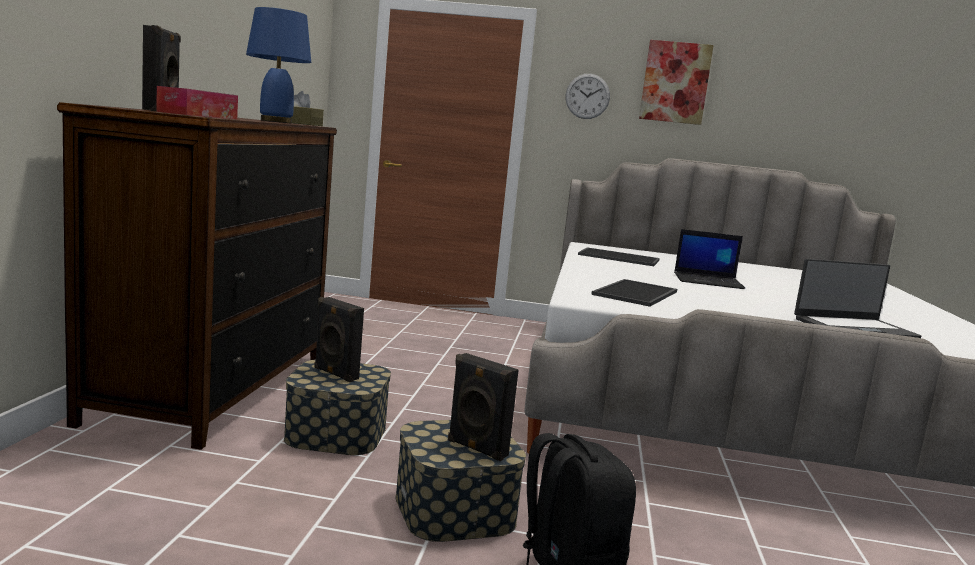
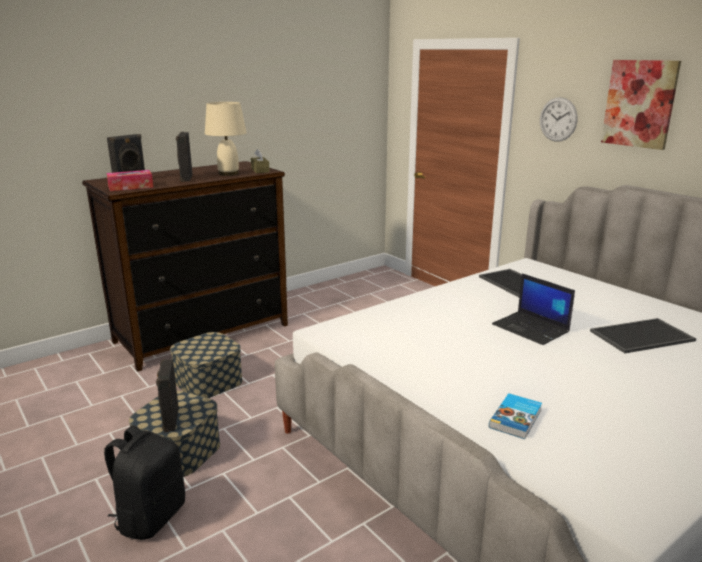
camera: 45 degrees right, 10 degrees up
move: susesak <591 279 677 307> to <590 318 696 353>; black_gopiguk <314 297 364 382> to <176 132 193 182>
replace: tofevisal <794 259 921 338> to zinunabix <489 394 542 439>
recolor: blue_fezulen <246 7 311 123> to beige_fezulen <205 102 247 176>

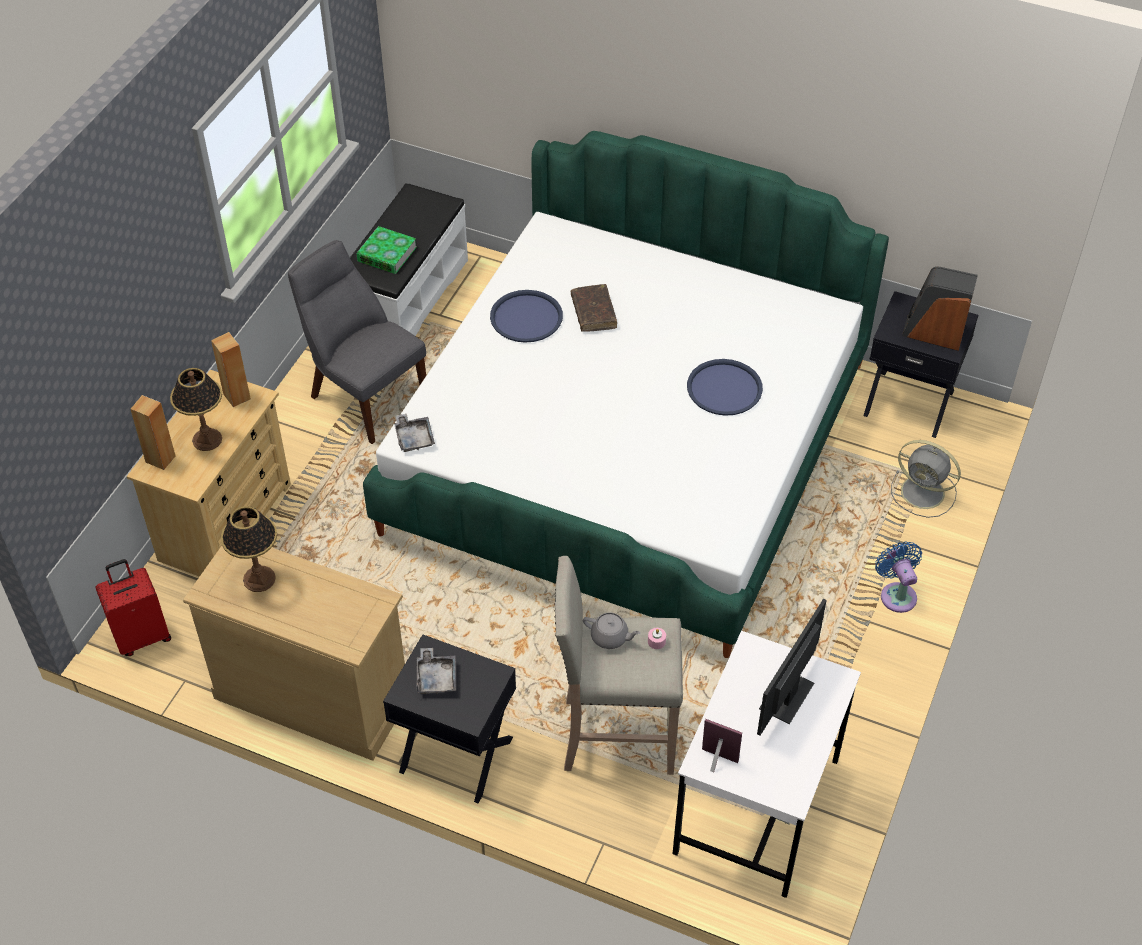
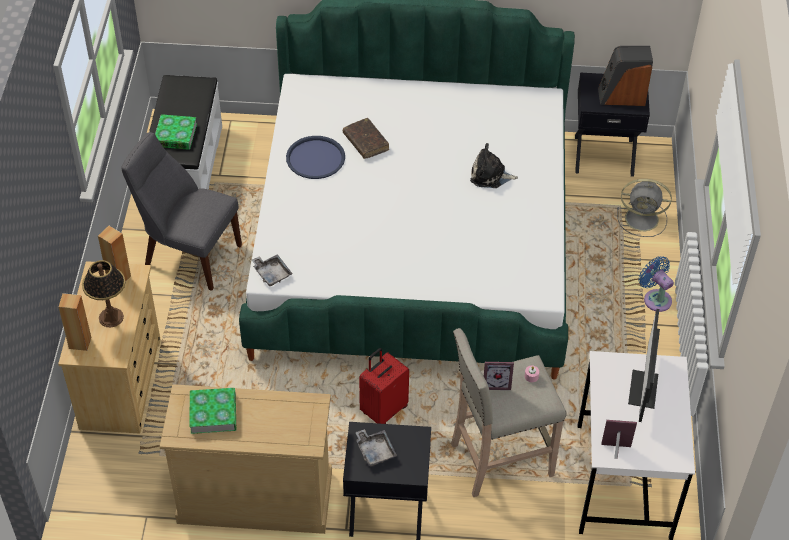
camera: 20 degrees left, 0 degrees up
move: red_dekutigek <95 559 171 656> to <359 348 409 424>
replace: blue_susesak <687 359 763 416> to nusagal <470 143 518 188>; fezulen <221 506 277 592> to zinunabix <190 388 236 434>; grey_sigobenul <583 613 641 649> to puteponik <484 362 514 390>

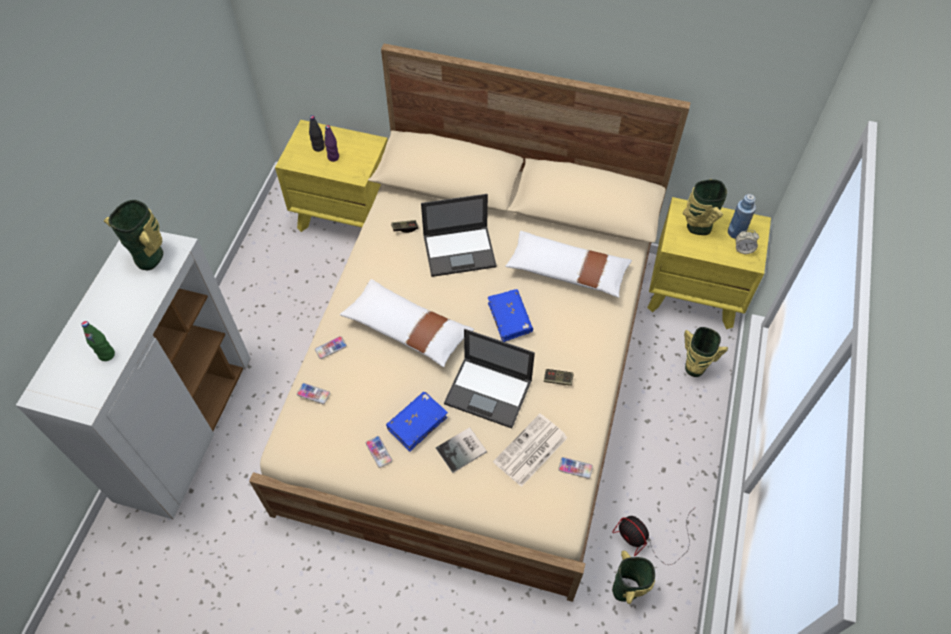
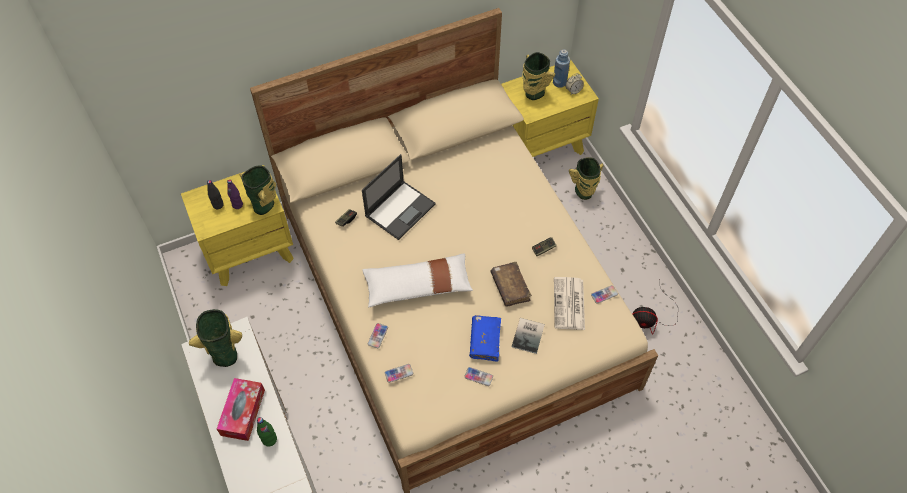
camera: 40 degrees left, 0 degrees up
delete: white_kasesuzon <505 231 632 298>; blue_zinunabix <488 289 533 342>
insert: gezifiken <217 378 265 441>
move: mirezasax <612 551 655 604> to <239 165 276 215>
replace: tofevisal <444 329 535 429> to brown_zinunabix <490 262 532 307>

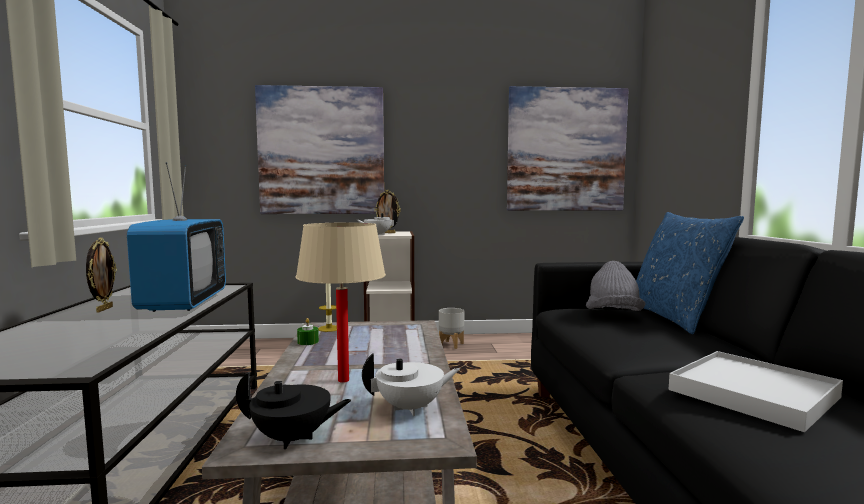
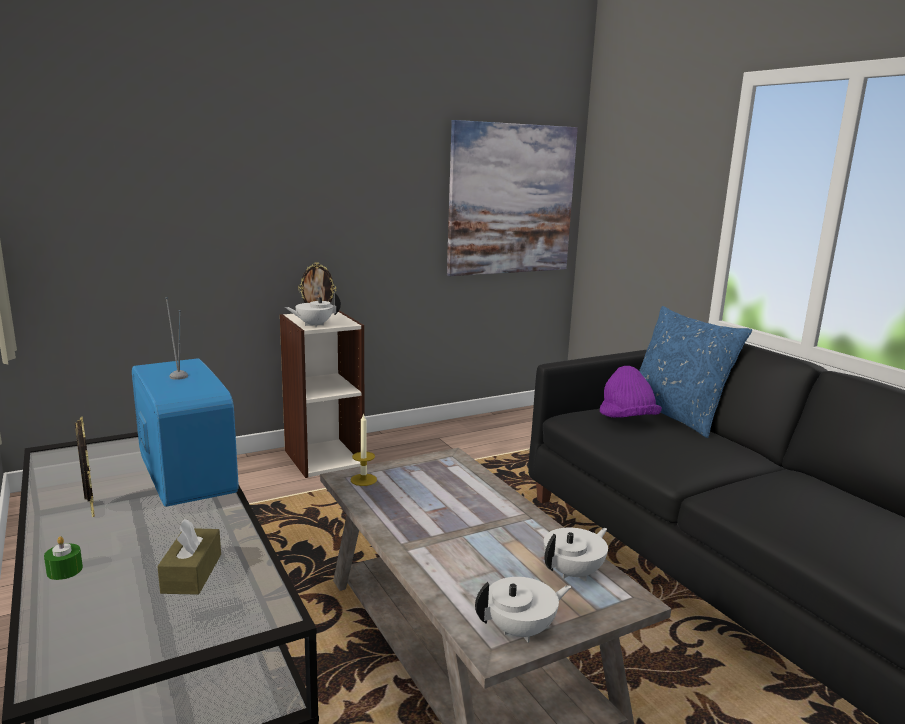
camera: 25 degrees left, 10 degrees up
delete: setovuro <255 85 384 214>; beige_fezulen <296 222 386 383>; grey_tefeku <439 308 464 349>; white_susesak <669 351 843 432>
insert: brown_gezifiken <157 519 221 595>
move: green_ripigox <297 318 319 345> to <44 536 83 580>
recolor: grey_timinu <586 261 645 311> to purple_timinu <600 366 662 418>; black_sigobenul <236 372 352 449> to white_sigobenul <475 577 571 643>

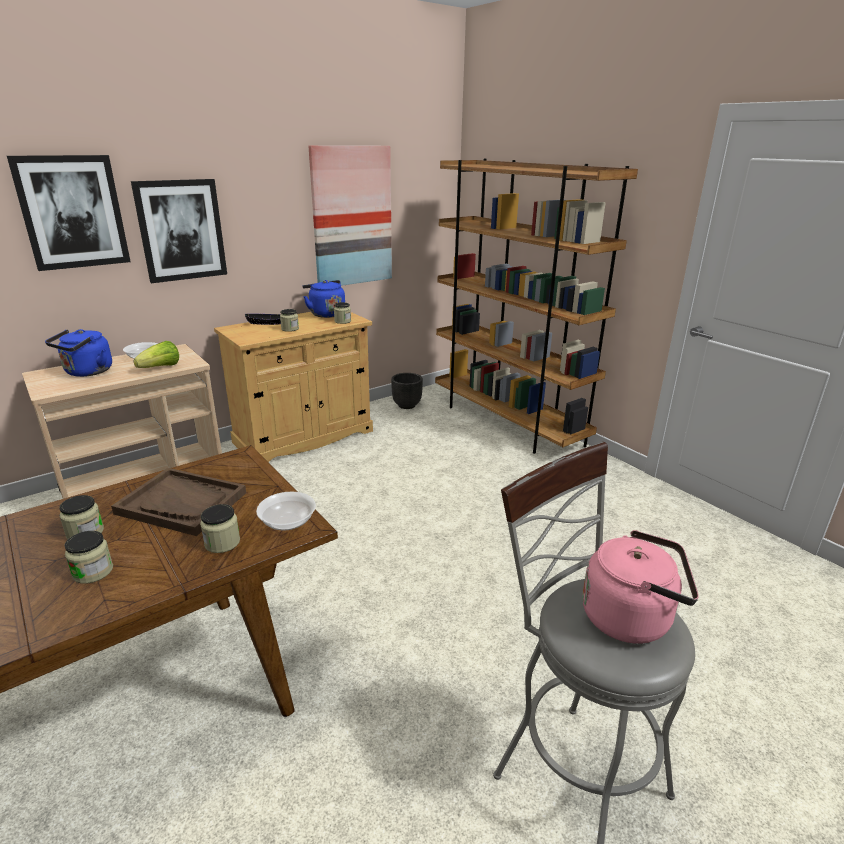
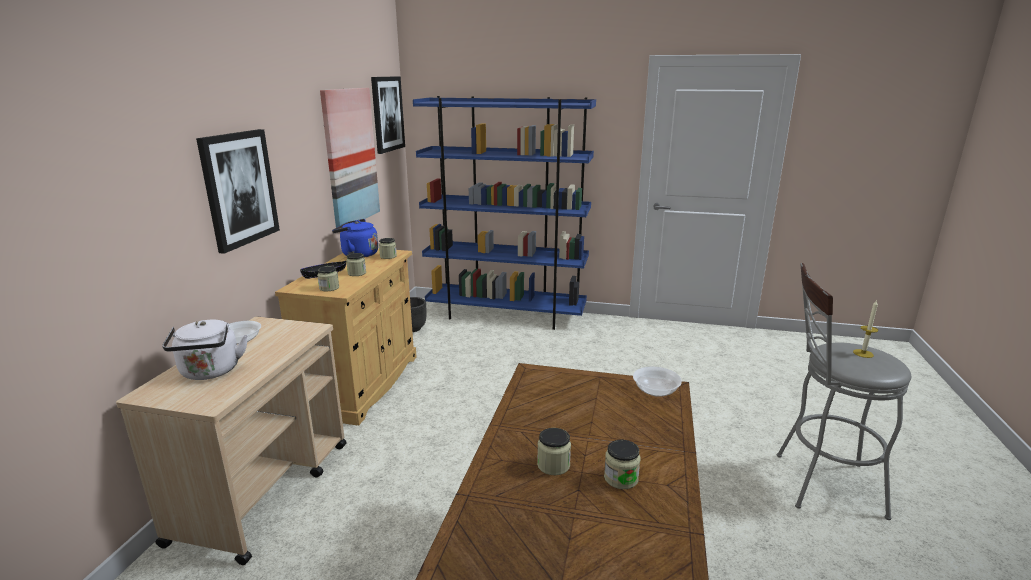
camera: 40 degrees left, 5 degrees down
delete: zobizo <134 341 179 368>; brown_susesak <111 468 246 536>
move: setovuro <7 155 131 271> to <371 76 405 154>; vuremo <200 504 240 553> to <317 266 339 291>
replace: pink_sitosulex <582 530 699 644> to ripigox <853 300 878 358>
recolor: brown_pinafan <435 159 638 454> to blue_pinafan <413 96 596 330>; blue_sitosulex <45 329 112 377> to white_sitosulex <162 320 248 380>

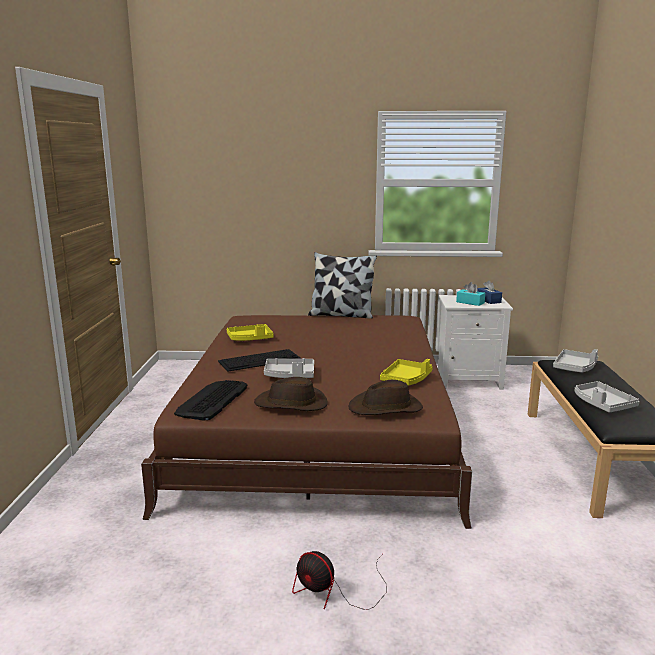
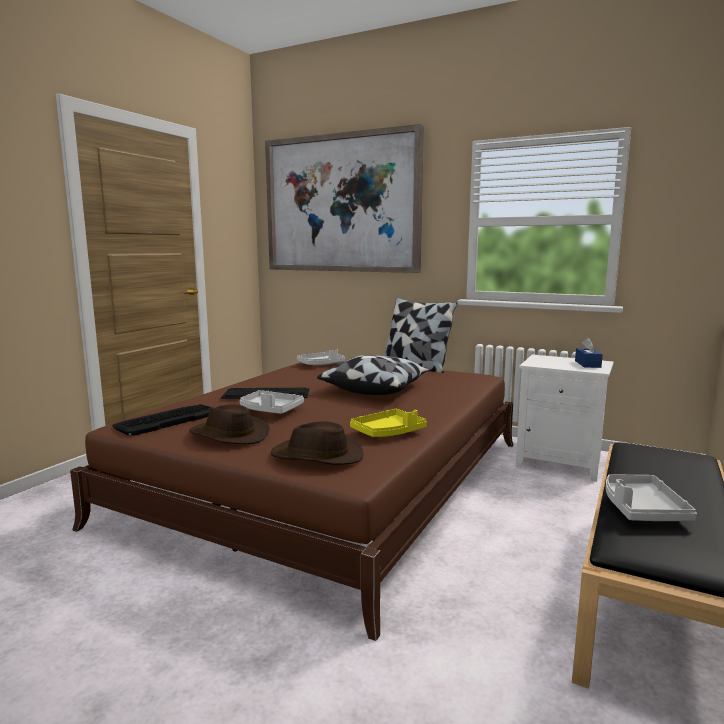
camera: 25 degrees right, 5 degrees down
delete: turquoise_gezifiken <456 282 485 306>; yellow_susesak <227 324 274 341>; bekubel <292 551 387 610>
insert: setovuro <265 124 424 273>; kasesuzon <317 355 430 395>
move: grey_susesak <553 349 598 373> to <297 350 345 365>

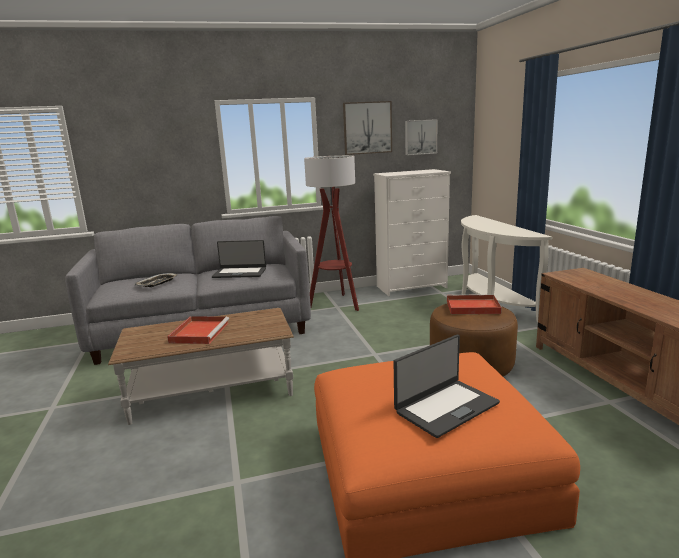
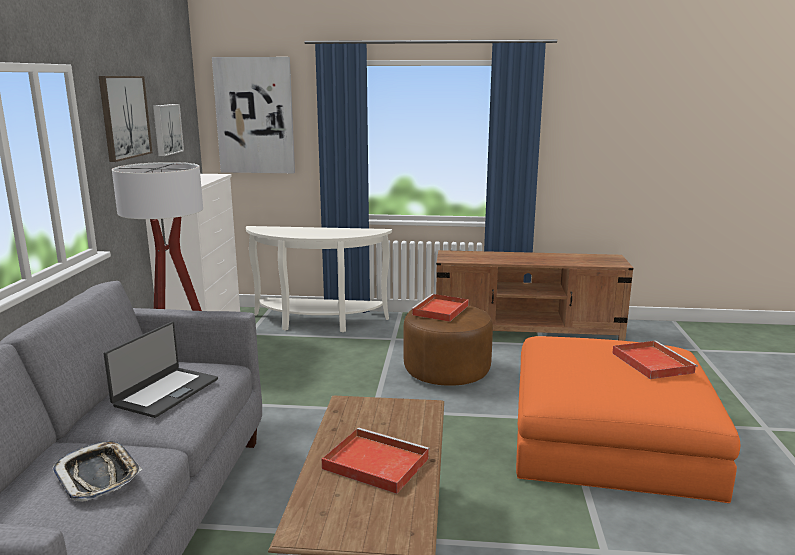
camera: 70 degrees left, 0 degrees up
insert: setovuro <212 57 295 173>
replace: tofevisal <394 335 500 438> to red_susesak <612 341 698 379>

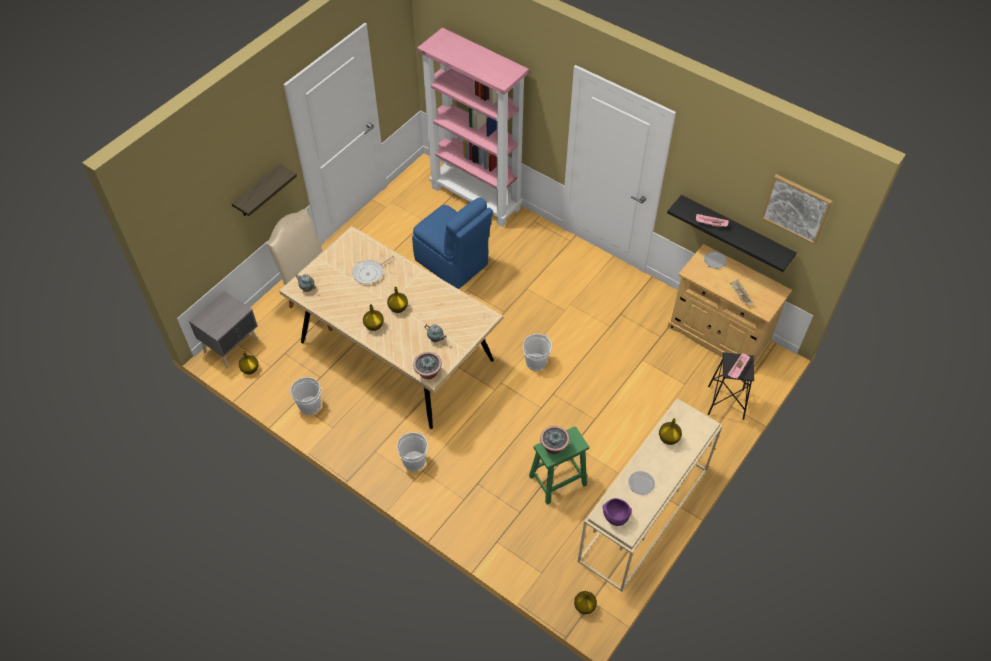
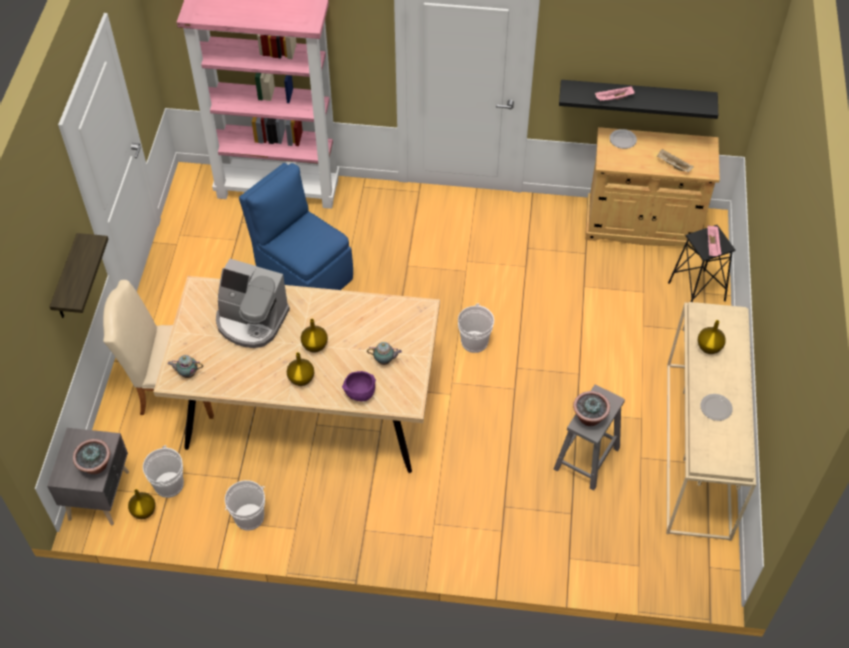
camera: 30 degrees left, 0 degrees up
delete: setovuro <761 174 833 245>; yellow_mirezasax <574 591 597 614>
move: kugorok <413 352 442 379> to <73 439 110 474>; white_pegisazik <397 432 428 471> to <143 445 184 498>; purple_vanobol <602 498 632 526> to <342 371 376 401>
replace: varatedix <352 256 394 284> to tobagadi <216 259 290 348>
recolor: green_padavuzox <529 426 589 505> to grey_padavuzox <553 385 625 490>
rotate: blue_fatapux <412 197 493 289> = <239 163 353 290> 150 degrees counterclockwise

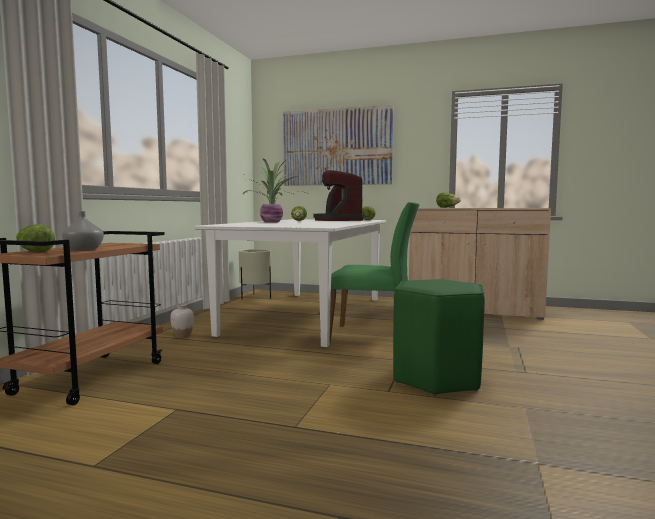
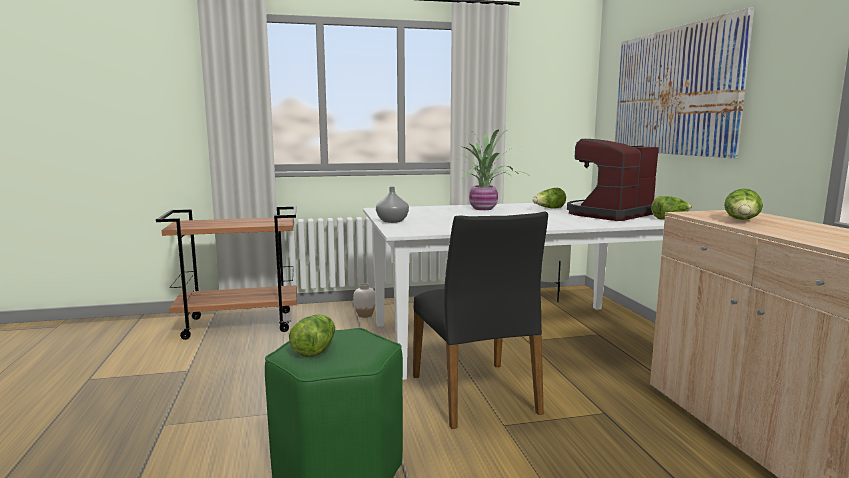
camera: 60 degrees right, 5 degrees up
move: grey_mirezasax <62 211 104 251> to <376 187 409 223>; zobizo <16 224 55 253> to <289 314 335 357>
recolor: green_fatapux <329 202 419 344> to black_fatapux <413 211 548 429>

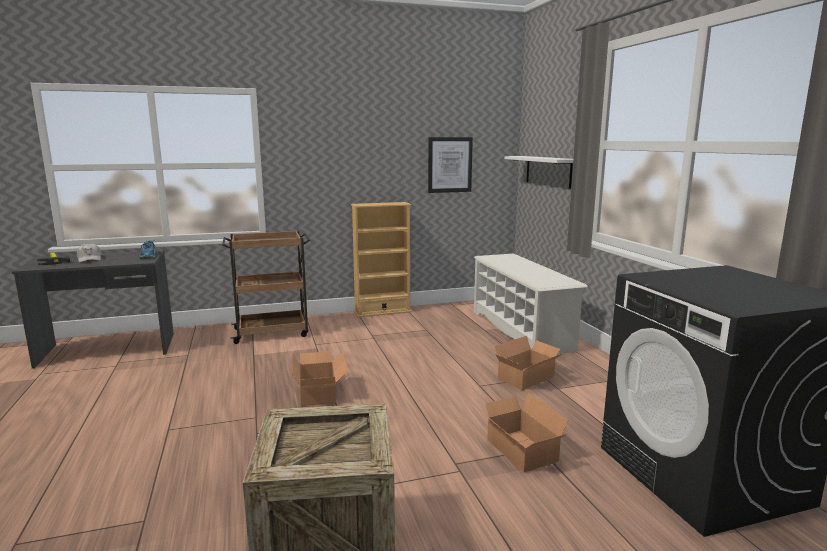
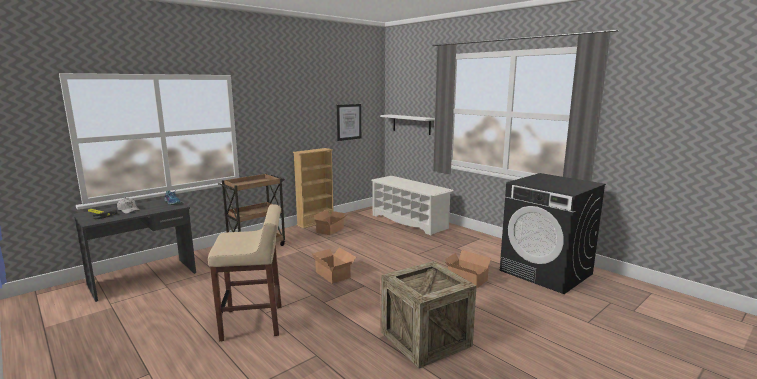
camera: 25 degrees left, 0 degrees up
insert: beige_padavuzox <208 204 282 341>
move: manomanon <495 336 564 390> to <313 210 348 235>

